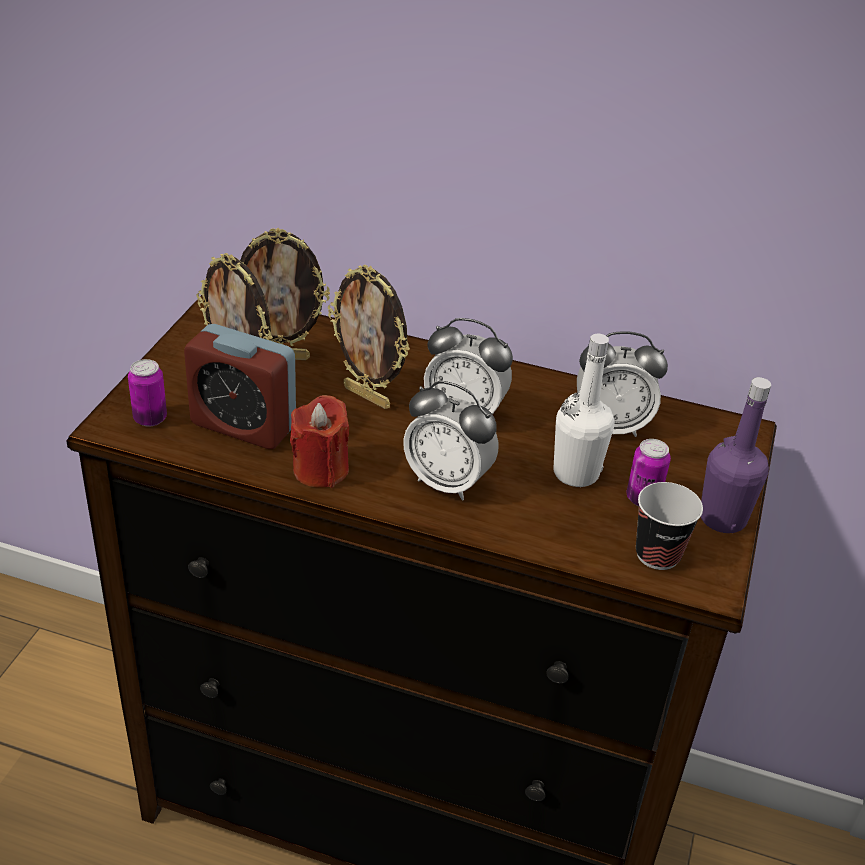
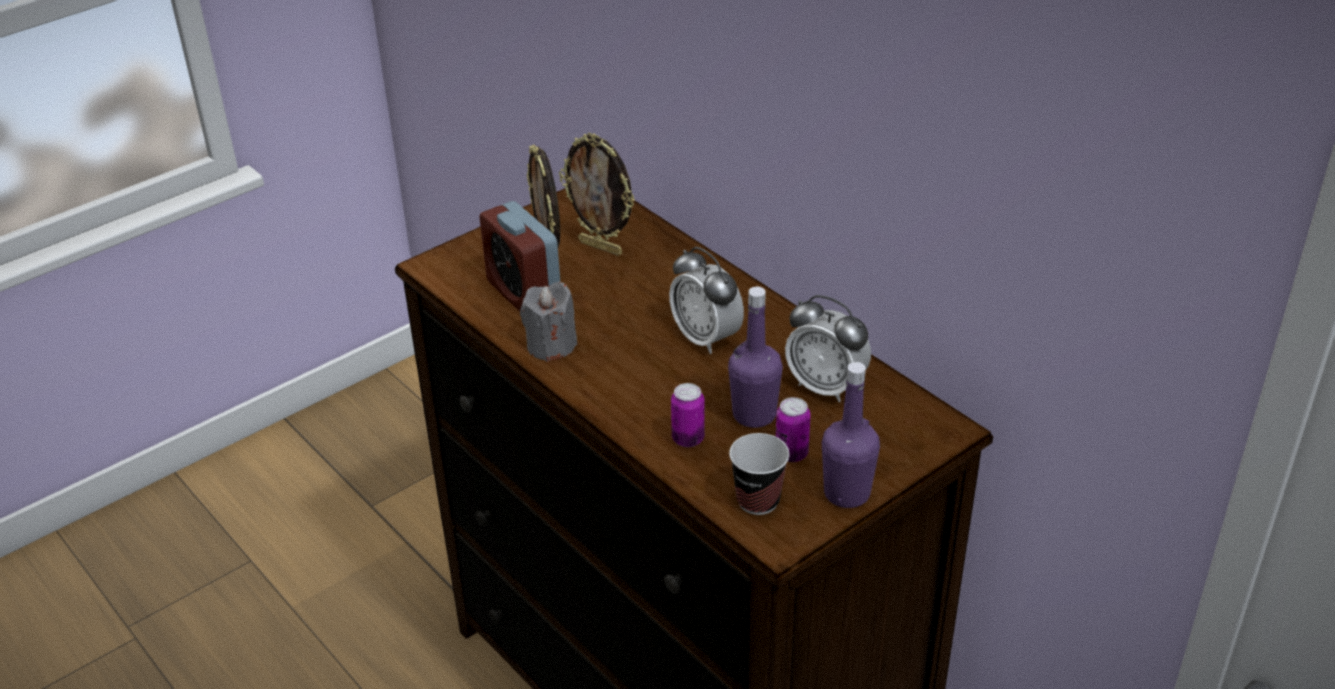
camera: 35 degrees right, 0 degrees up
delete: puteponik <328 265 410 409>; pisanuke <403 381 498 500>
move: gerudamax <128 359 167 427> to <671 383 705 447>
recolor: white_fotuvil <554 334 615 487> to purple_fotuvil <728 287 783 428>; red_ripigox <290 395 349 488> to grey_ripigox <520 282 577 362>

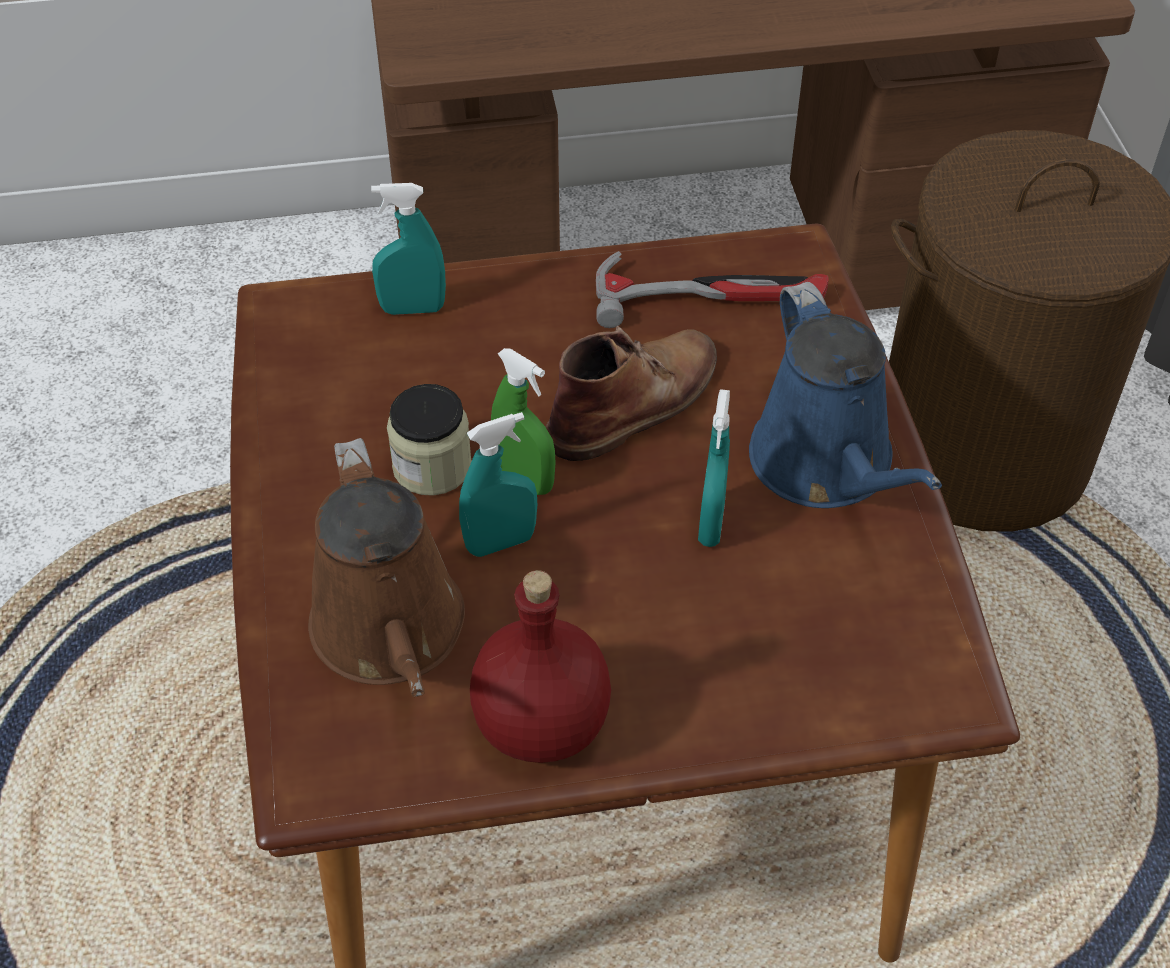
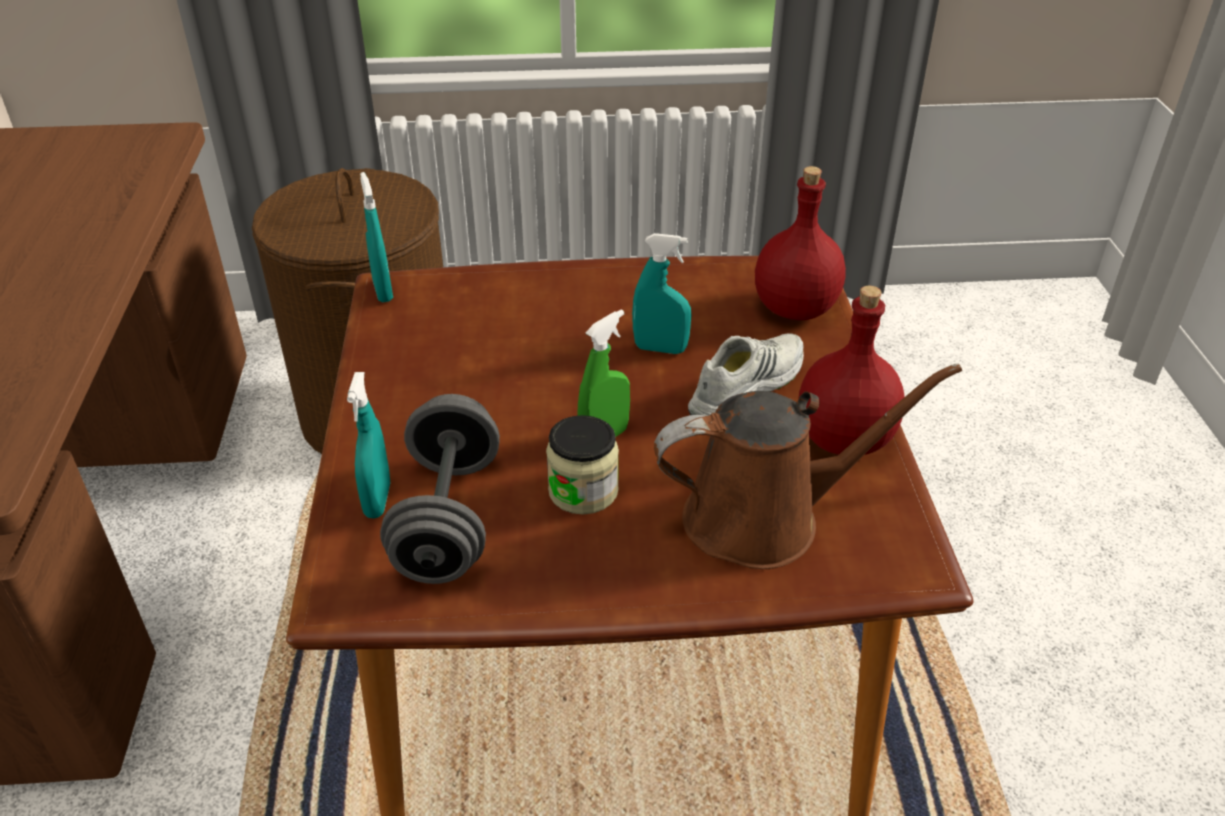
camera: 85 degrees left, 10 degrees down
delete: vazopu <596 251 829 328>; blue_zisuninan <749 282 942 508>; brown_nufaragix <546 326 717 461>
insert: red_fotuvil <755 166 846 320>; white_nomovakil <688 333 804 416>; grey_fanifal <380 394 500 584>
move: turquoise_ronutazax <459 412 537 557> to <360 172 393 302>

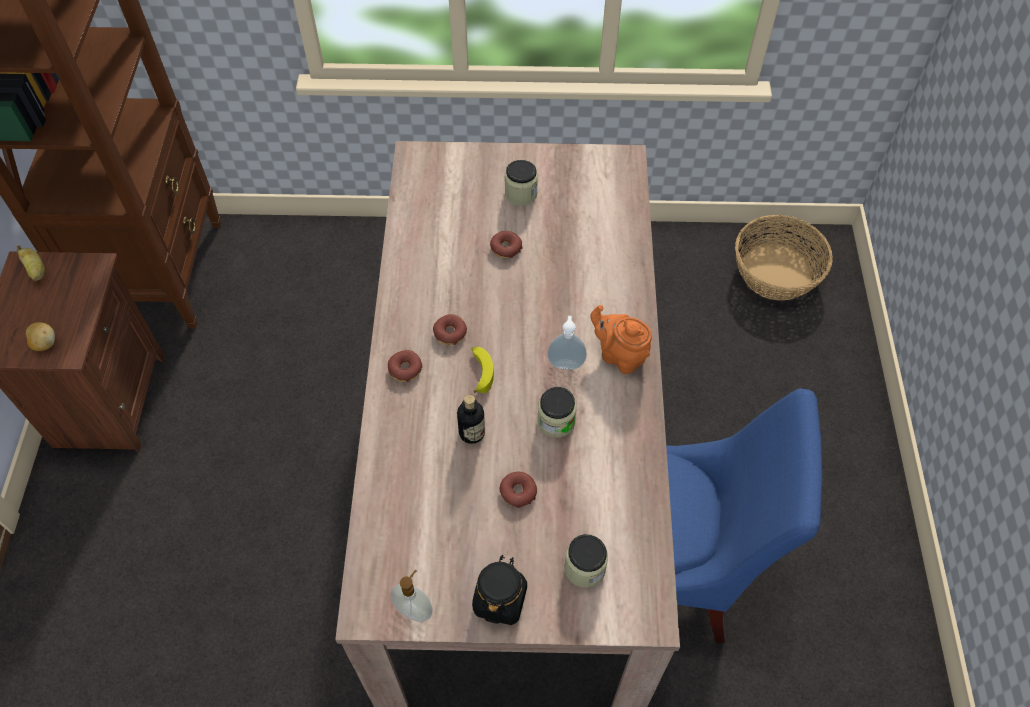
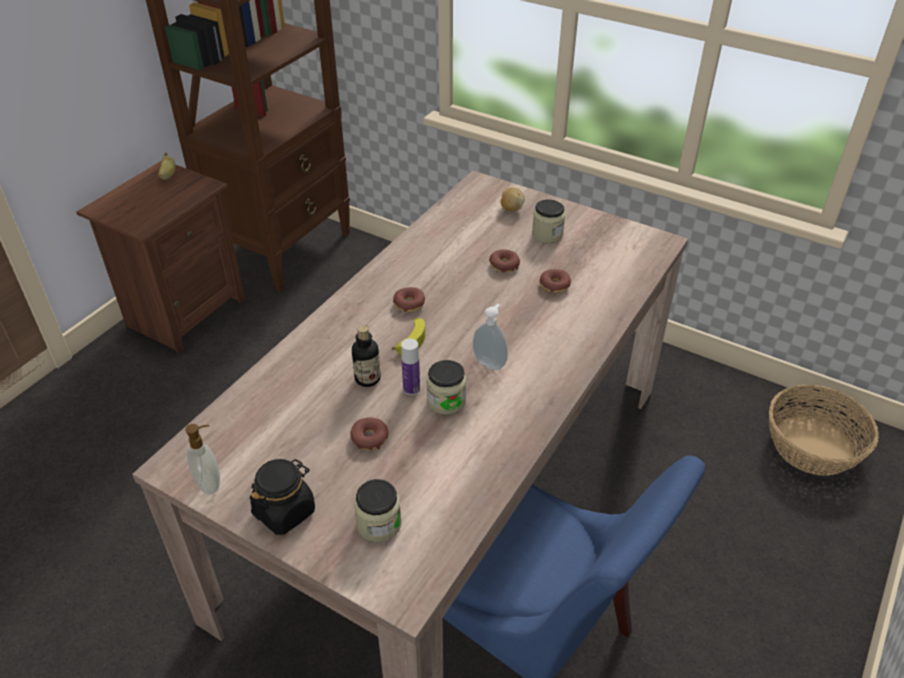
camera: 30 degrees right, 15 degrees down
delete: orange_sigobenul <590 305 652 374>
insert: fotuvil <401 339 420 395>
move: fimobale <26 322 55 351> to <501 187 525 212>; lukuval <388 350 422 382> to <540 269 571 293>

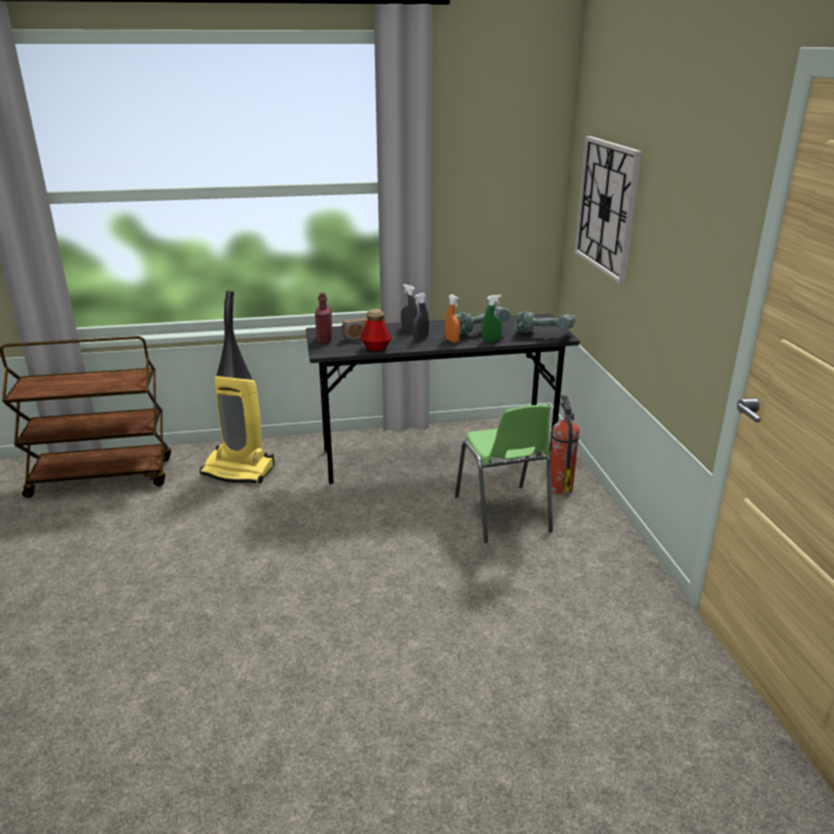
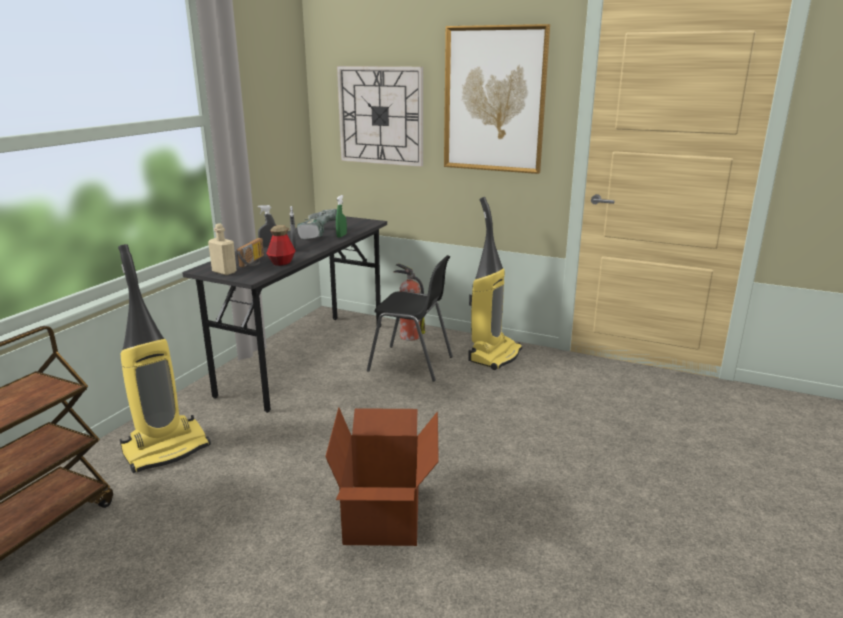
camera: 55 degrees left, 5 degrees down
delete: orange_ronutazax <445 294 460 343>; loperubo <515 311 576 333>
insert: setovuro <444 24 550 174>; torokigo <468 197 522 370>; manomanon <325 407 439 546>
recolor: red_fotuvil <315 293 333 343> to beige_fotuvil <208 223 236 275>; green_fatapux <455 405 553 543> to black_fatapux <367 255 453 382>

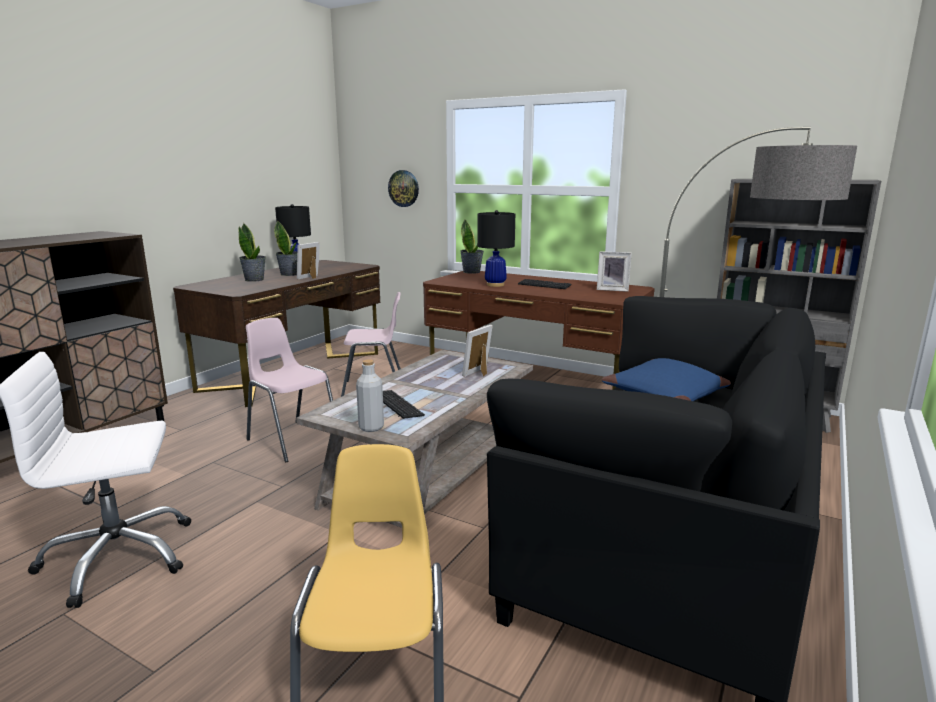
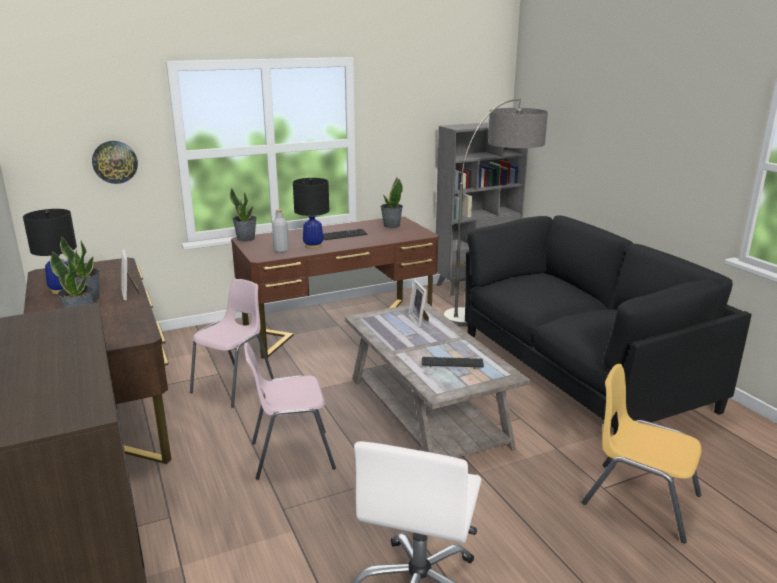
camera: 55 degrees left, 5 degrees up
delete: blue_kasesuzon <602 358 731 401>
move: grey_fotuvil <356 359 384 432> to <272 209 289 253>
replace: puteponik <597 251 632 292> to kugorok <380 178 403 228>

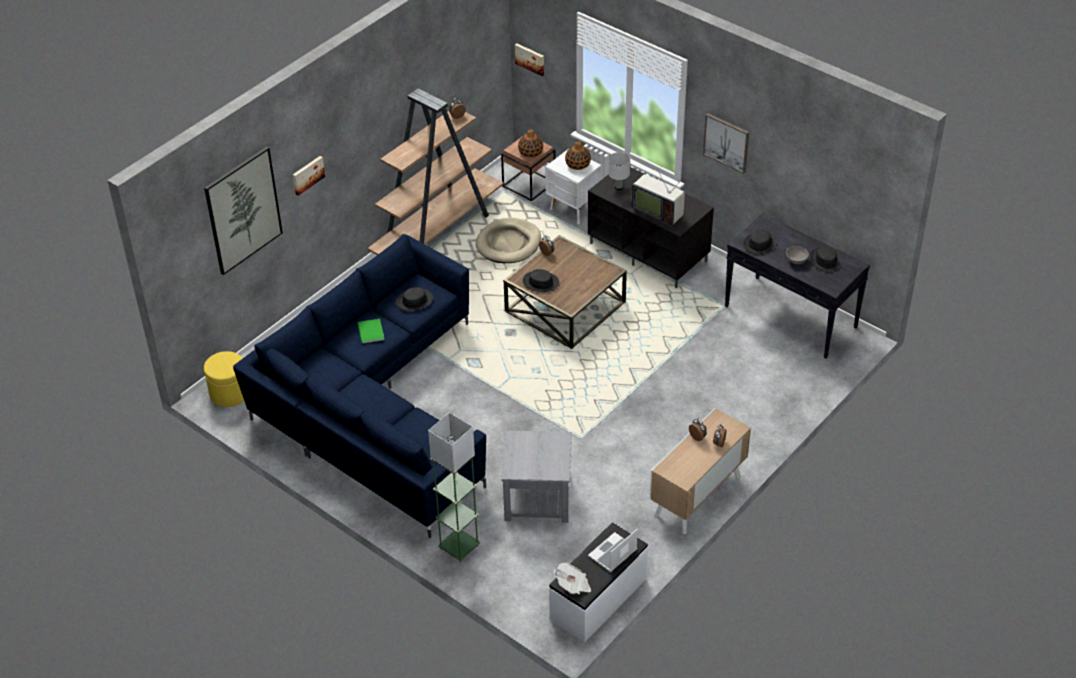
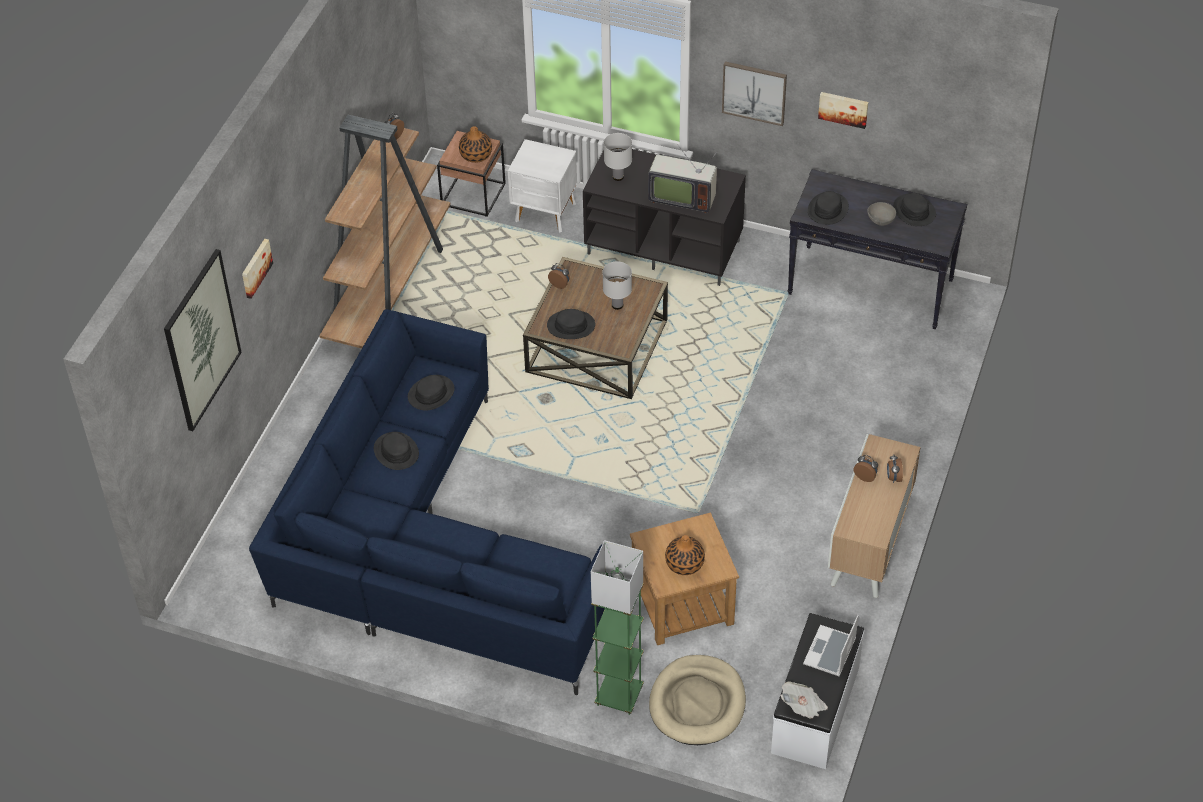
camera: 20 degrees left, 5 degrees up
delete: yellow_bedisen <204 351 244 407>
insert: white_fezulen <602 261 632 310>
move: setovuro <515 44 544 76> to <818 92 869 129>; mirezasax <565 141 591 170> to <665 535 705 575>; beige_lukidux <476 218 541 263> to <649 655 746 745>
replace: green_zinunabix <358 319 384 344> to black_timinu <374 432 419 470>
recolor: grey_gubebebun <501 430 572 523> to brown_gubebebun <630 512 739 645>

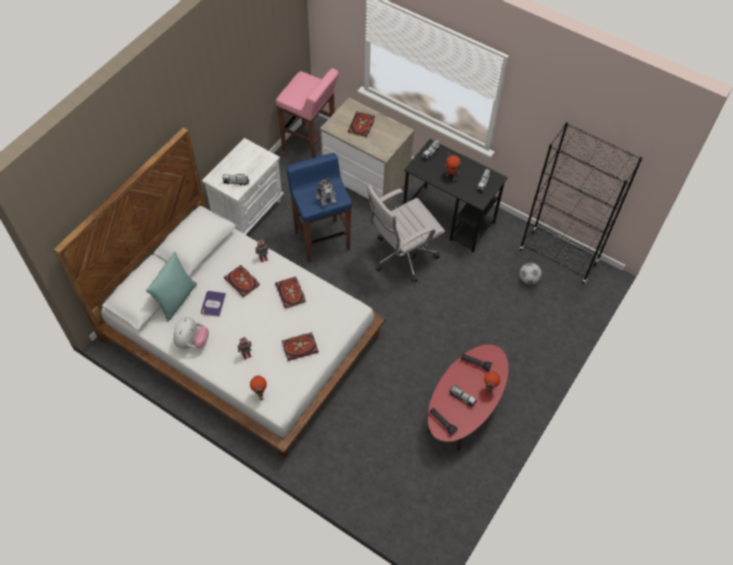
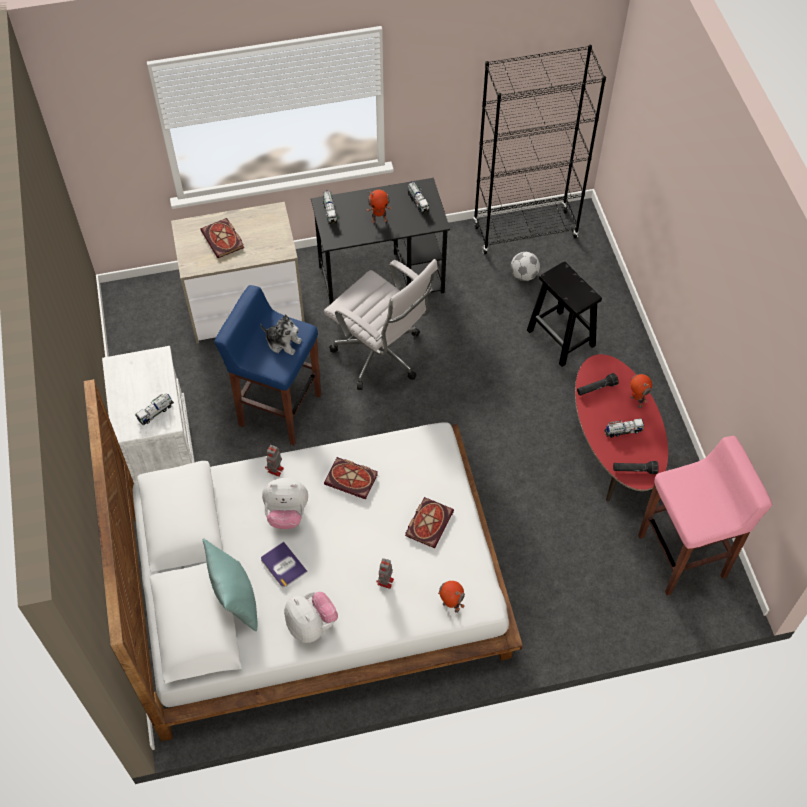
camera: 45 degrees left, 0 degrees up
insert: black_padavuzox <527 261 602 367>
move: pink_padavuzox <276 68 339 158> to <638 436 772 596>
replace: zinunabix <224 265 260 297> to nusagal <262 478 308 529>
rotate: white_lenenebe <366 184 445 283> = <324 259 438 390> 60 degrees counterclockwise

